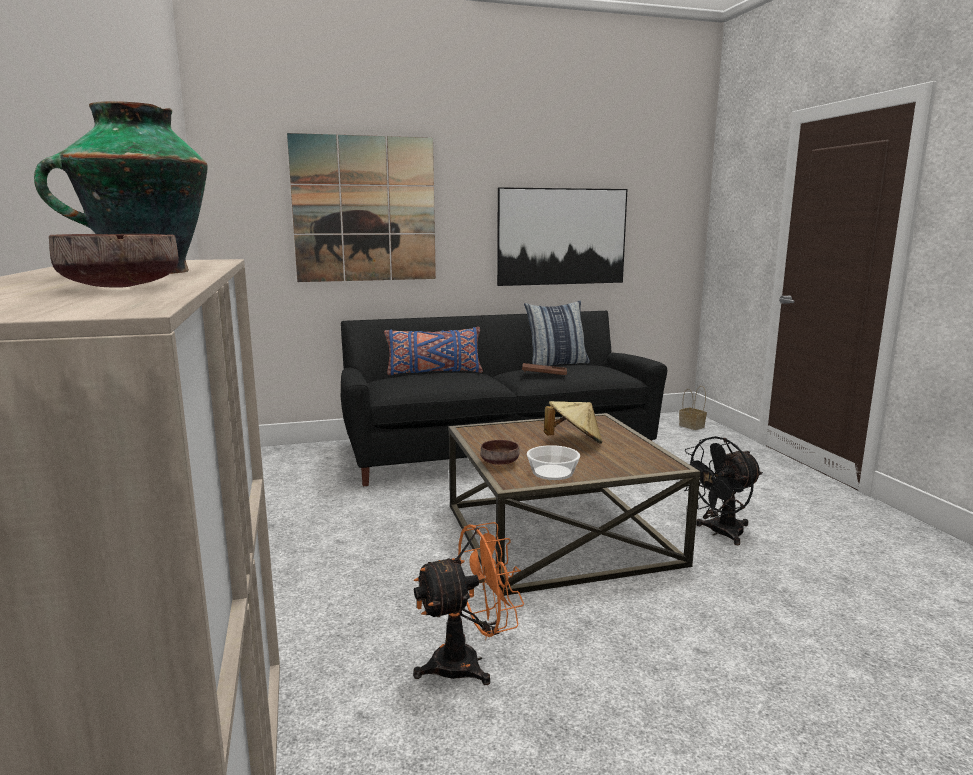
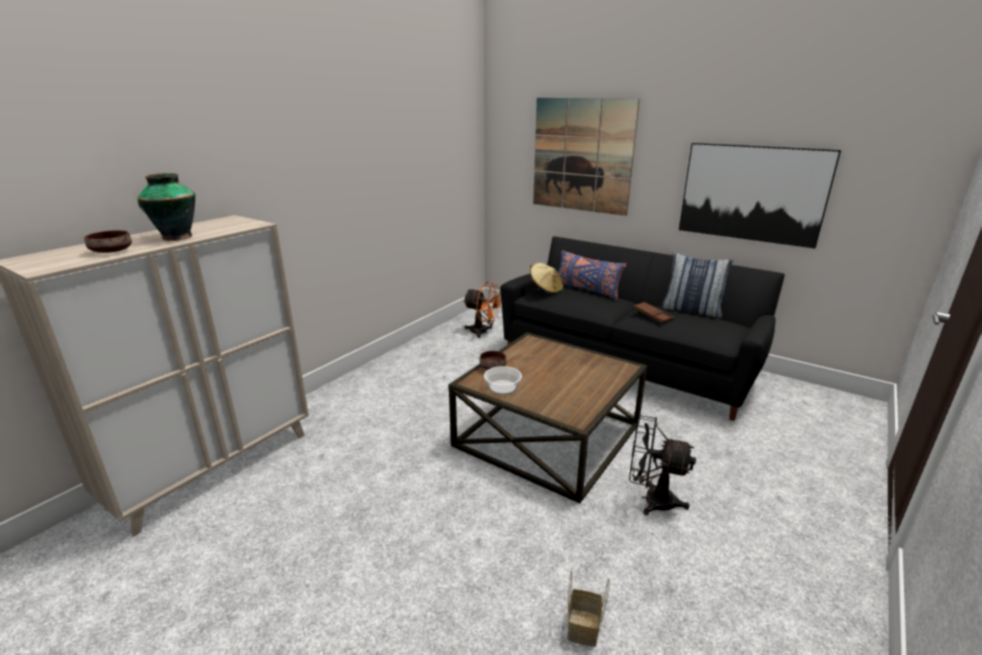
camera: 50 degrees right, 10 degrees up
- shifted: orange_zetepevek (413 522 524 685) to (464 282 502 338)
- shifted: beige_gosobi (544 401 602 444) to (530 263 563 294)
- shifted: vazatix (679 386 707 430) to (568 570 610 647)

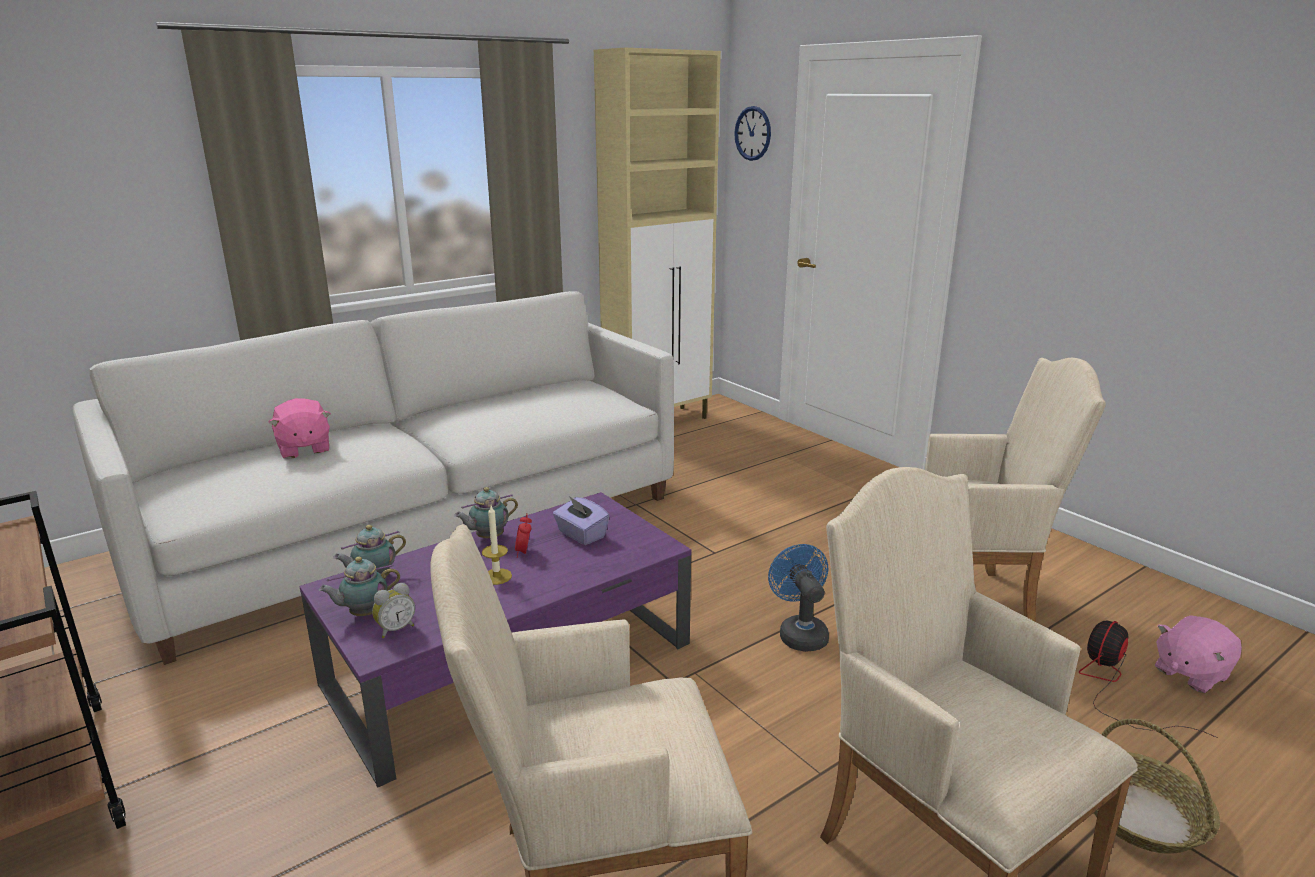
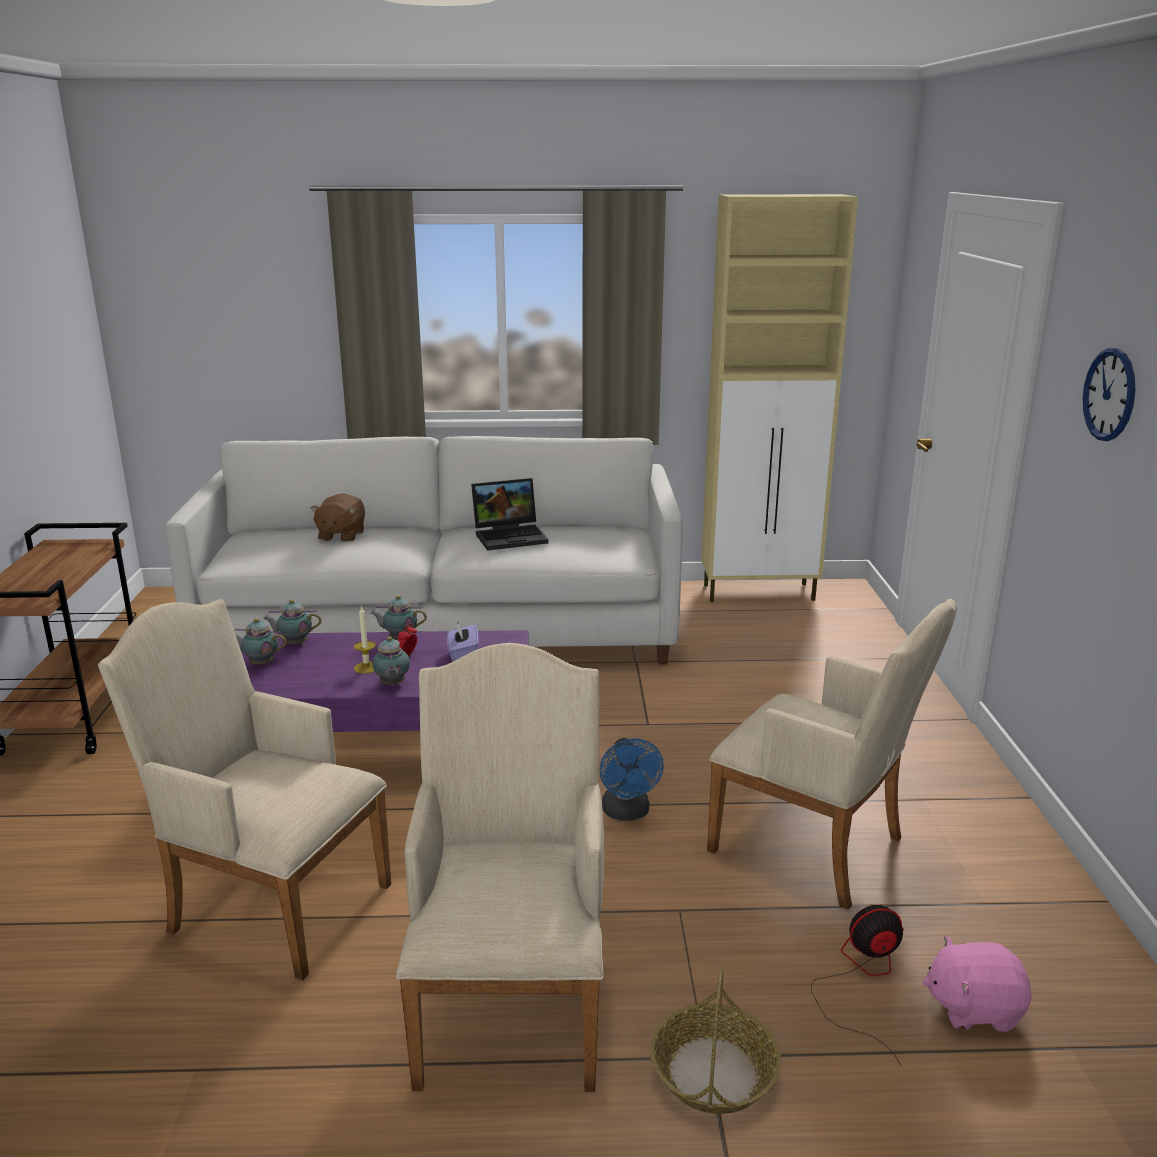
camera: 35 degrees right, 0 degrees up
- gone: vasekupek (372 583 415 638)
- new: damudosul (373 636 410 686)
- new: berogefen (471 478 549 551)
- shifted: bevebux (734 106 771 161) to (1083 348 1135 441)
- repainted: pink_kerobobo (268 398 331 459) to brown_kerobobo (310 494 365 541)
- rotated: blue_zetepevek (768 544 829 652) = (600 738 664 821) 150 degrees clockwise

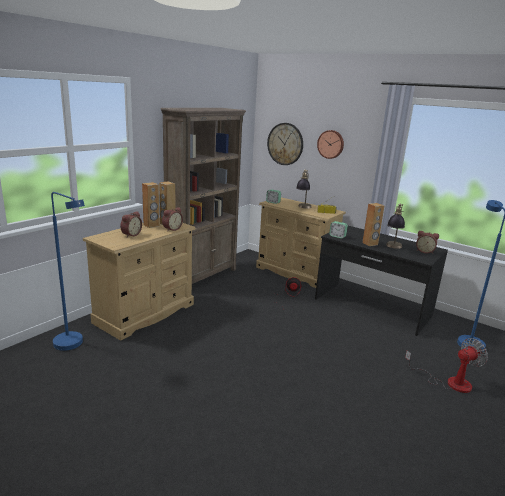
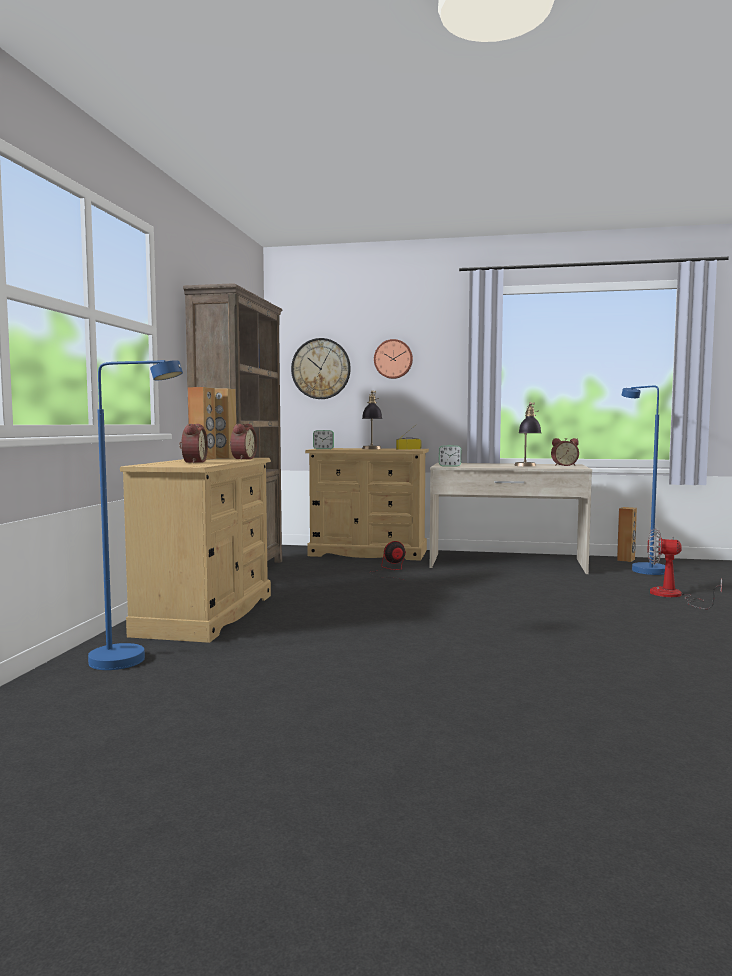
camera: 25 degrees left, 15 degrees down
- shifted: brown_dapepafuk (362 203 385 246) to (617 507 637 562)
- repainted: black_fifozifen (315 226 448 336) to beige_fifozifen (430 463 592 574)
- rotated: zetepevek (405 338 488 393) = (647 528 722 609) 105 degrees counterclockwise

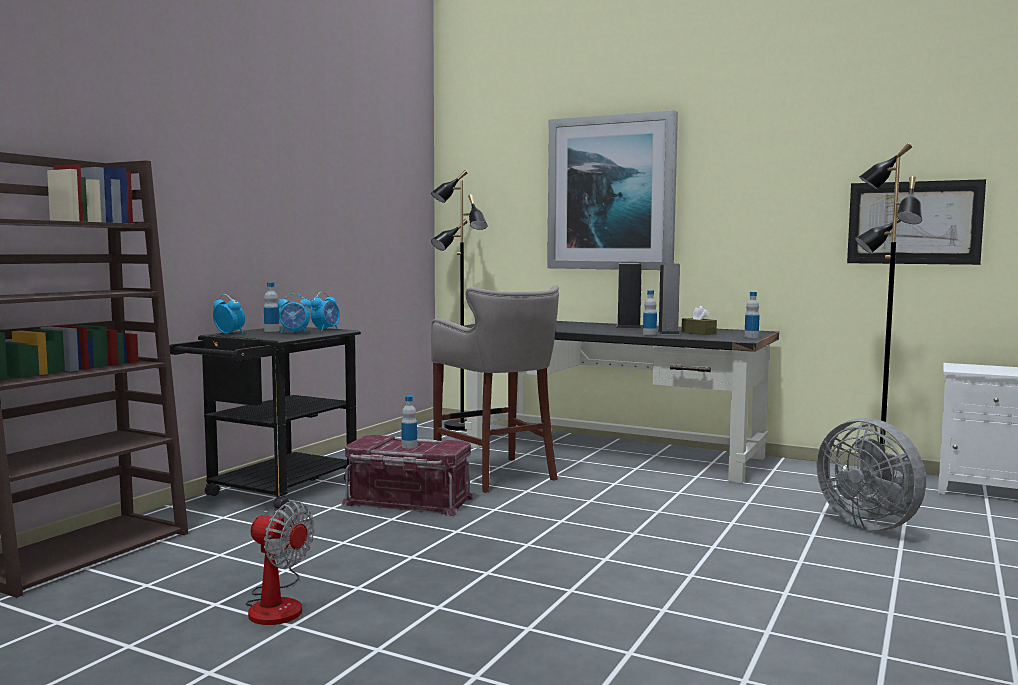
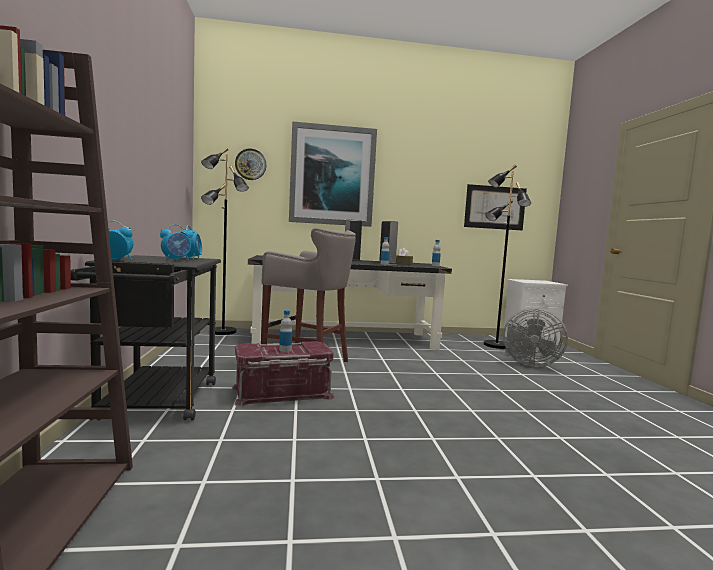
camera: 35 degrees left, 0 degrees up
- gone: zetepevek (246 501 315 625)
- gone: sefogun (264 282 280 332)
- new: bevebux (235 148 266 180)

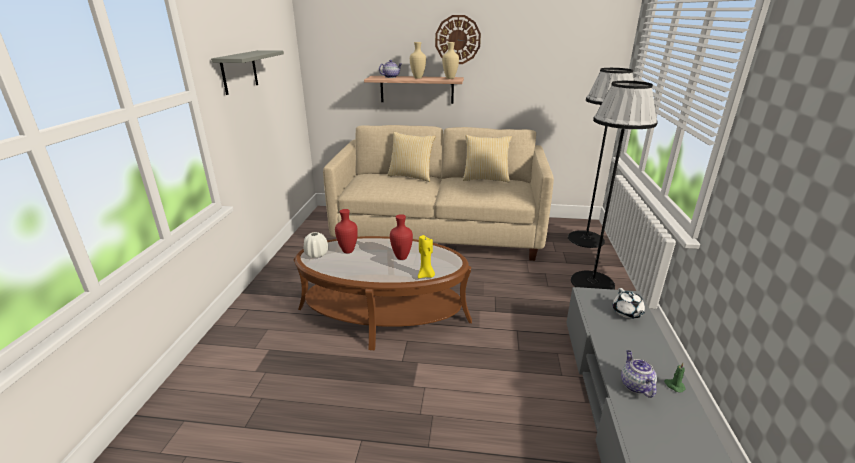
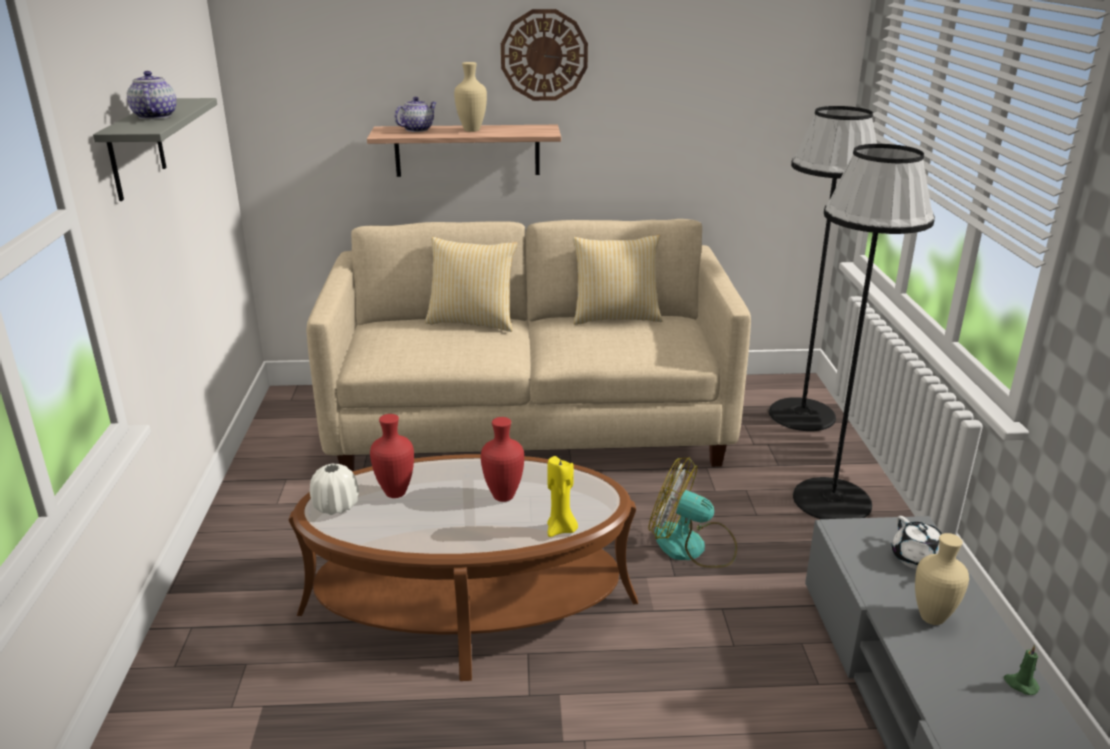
camera: 10 degrees left, 0 degrees up
- new: zetepevek (648 457 737 568)
- shifted: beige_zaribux (442 42 459 79) to (915 533 969 625)
- shifted: damudosul (621 350 657 398) to (127 71 176 119)

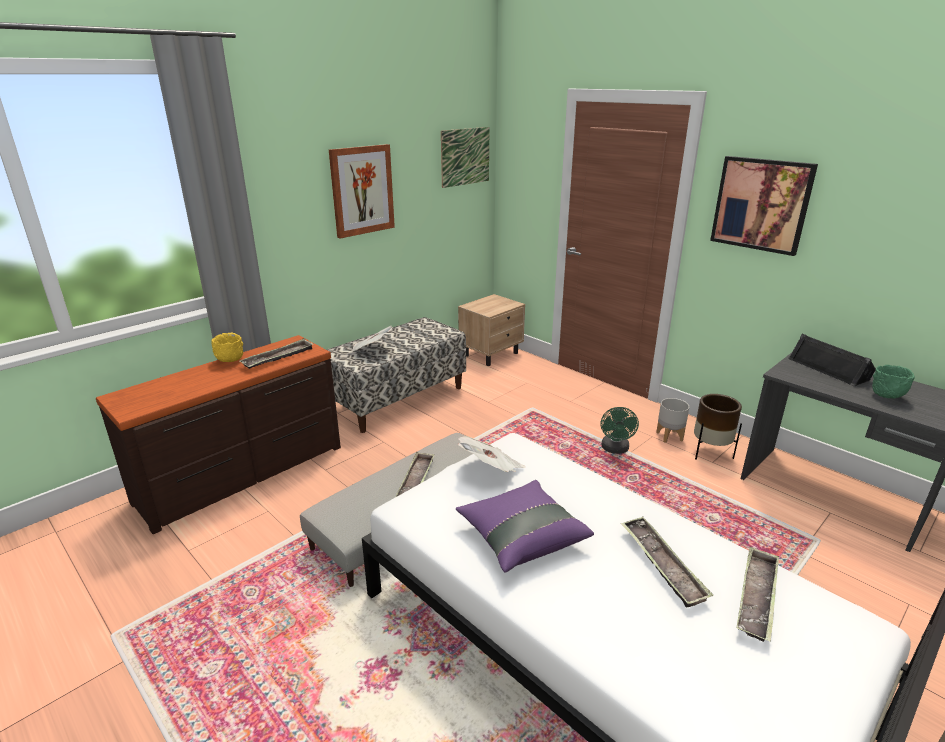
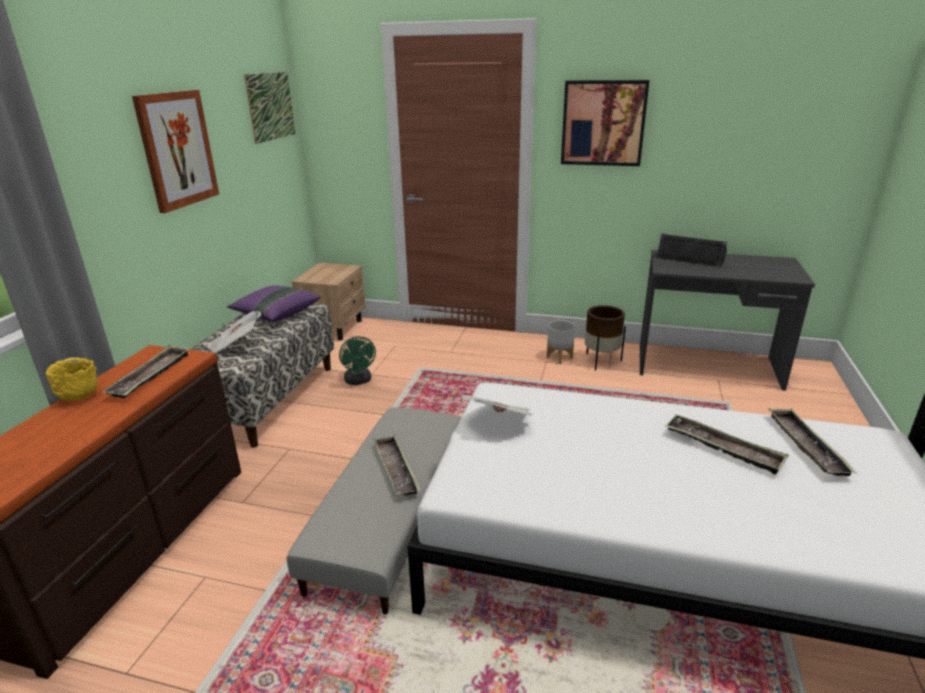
camera: 30 degrees left, 0 degrees up
- gone: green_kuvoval (872 365 915 399)
- shifted: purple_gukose (456 480 594 573) to (227 285 320 322)
- shifted: green_zetepevek (600 407 639 454) to (339 336 376 385)

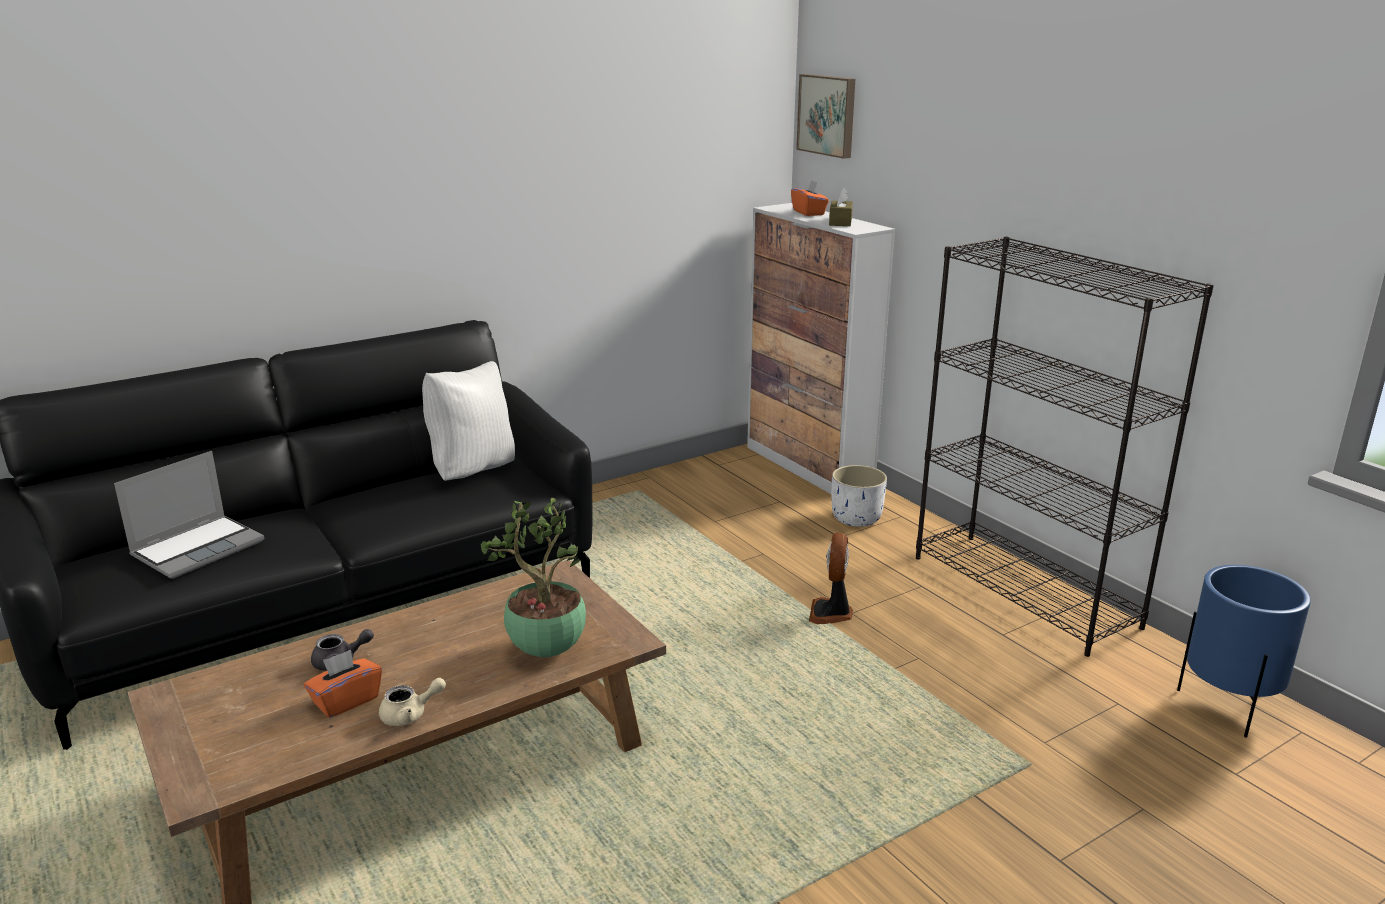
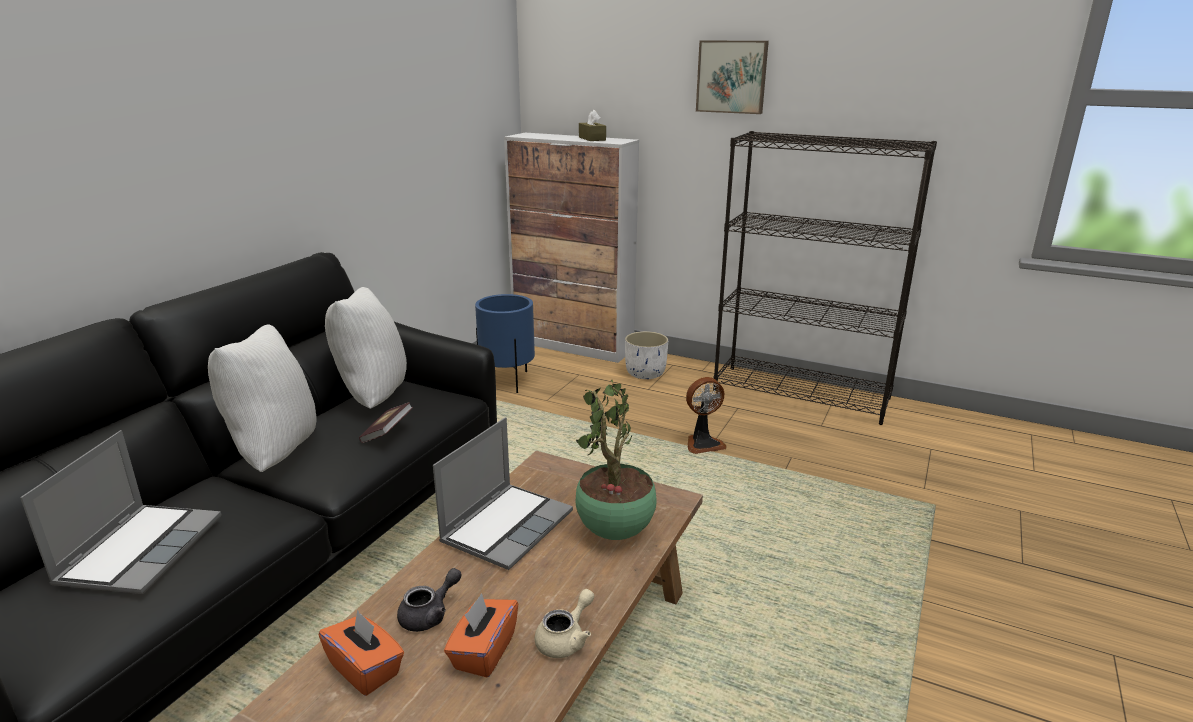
camera: 30 degrees left, 0 degrees up
- new: white_gukose (208 324 317 472)
- new: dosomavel (359 402 413 443)
- new: berogefen (433 417 573 570)
- shifted: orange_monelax (791 180 829 216) to (319 609 404 696)
- shifted: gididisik (796 74 855 159) to (696 41 769 114)
- shifted: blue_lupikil (1177 565 1311 738) to (475 294 535 393)
- rotated: zetepevek (809 533 853 624) = (686 377 727 454) 90 degrees counterclockwise

